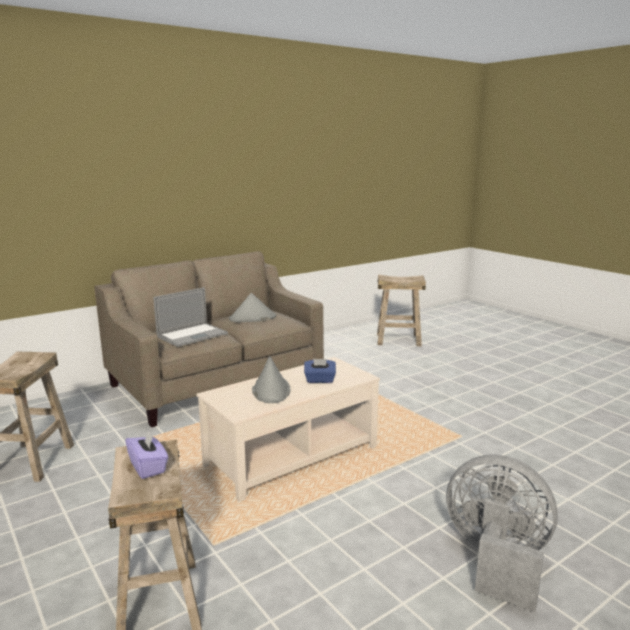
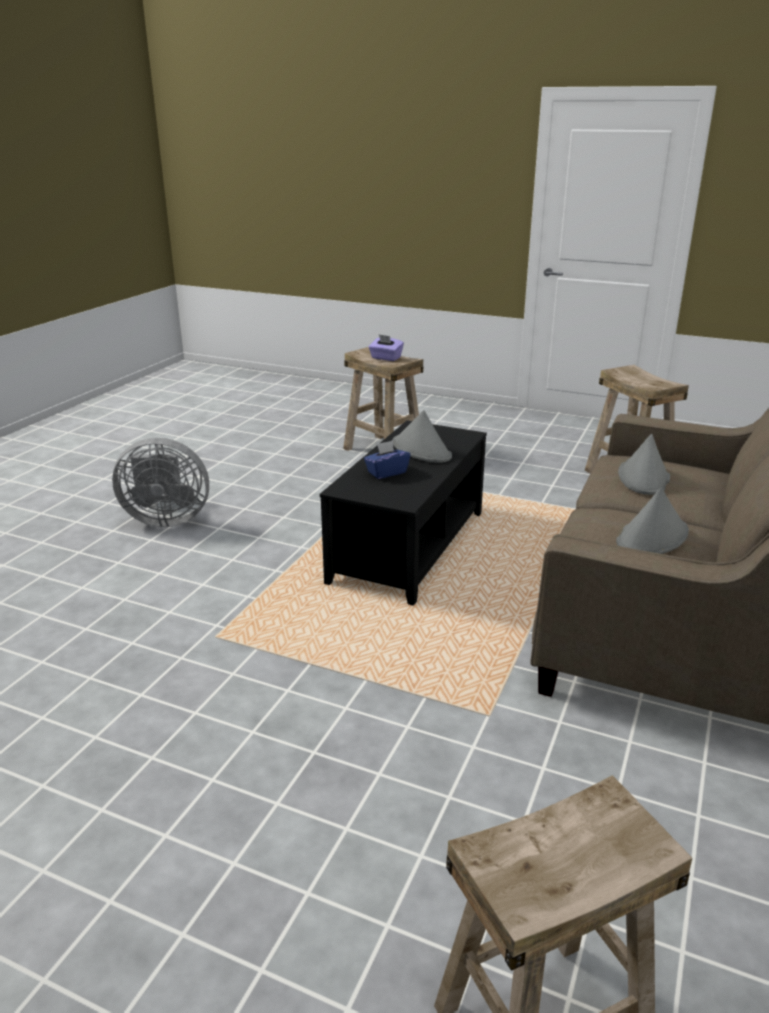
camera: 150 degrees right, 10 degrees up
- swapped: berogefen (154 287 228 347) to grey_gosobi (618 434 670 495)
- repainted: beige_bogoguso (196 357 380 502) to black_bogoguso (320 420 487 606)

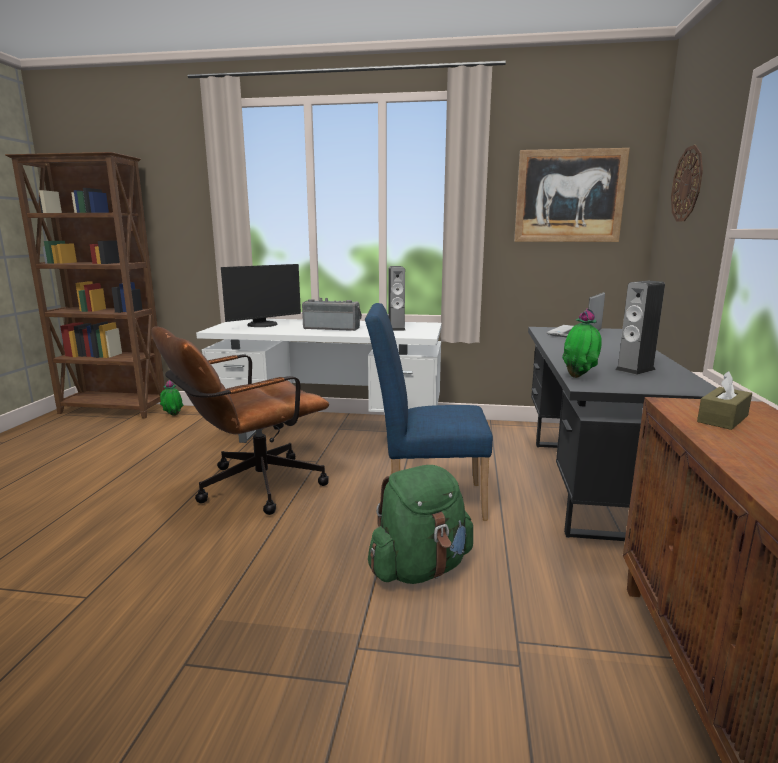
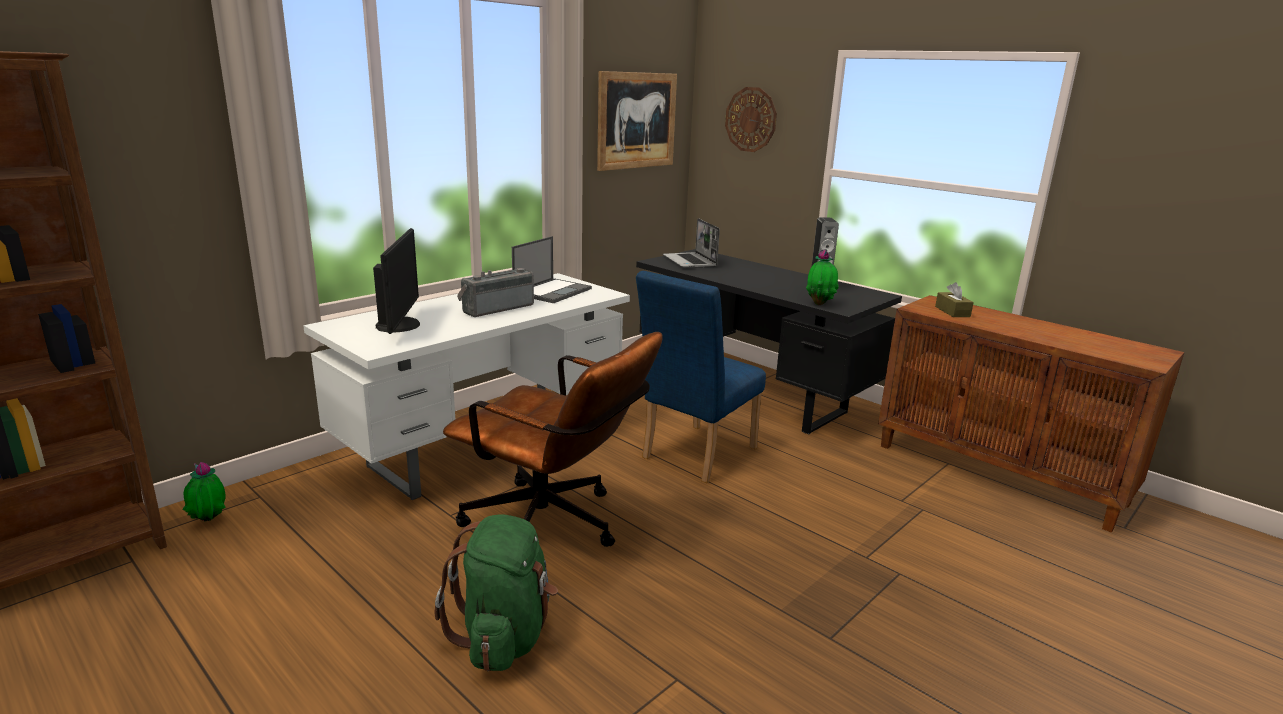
camera: 55 degrees left, 5 degrees up
- shifted: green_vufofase (368 465 473 584) to (434 514 558 671)
- swapped: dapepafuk (389 266 406 331) to berogefen (512 236 592 303)
- rotated: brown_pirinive (151 326 329 515) = (443 332 663 547) 60 degrees counterclockwise

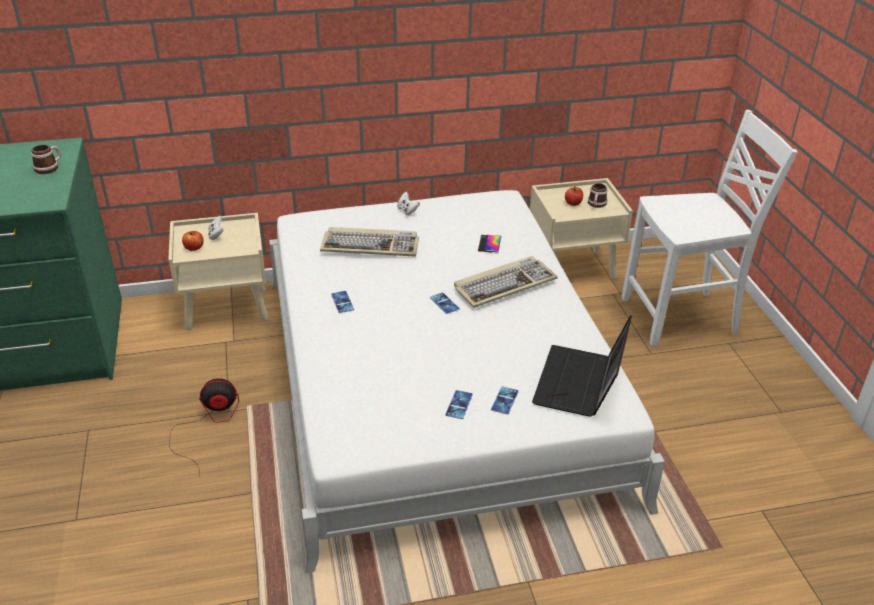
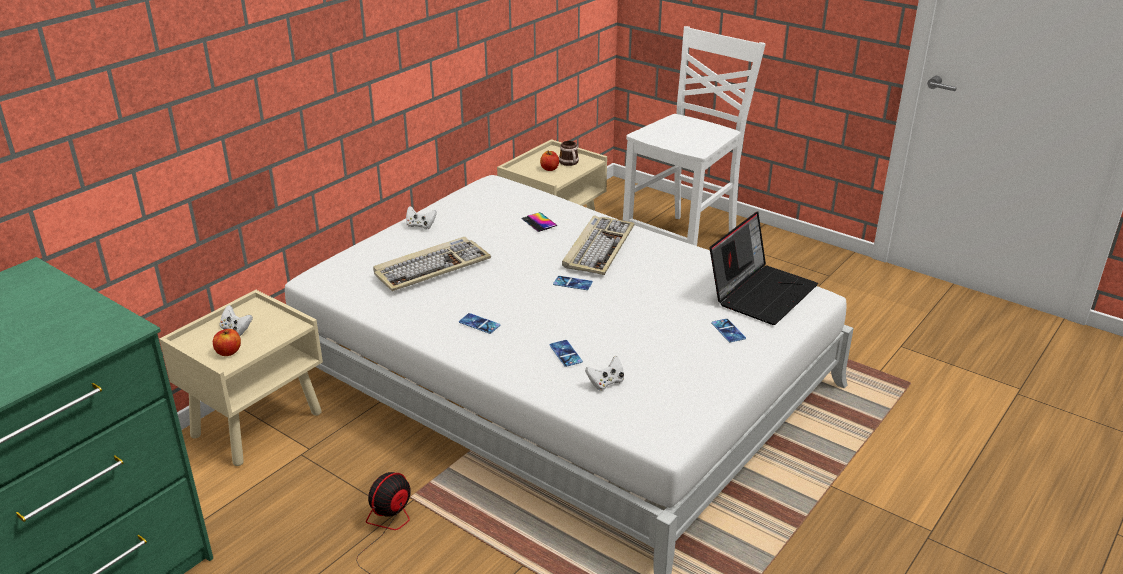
camera: 40 degrees left, 5 degrees down
- gone: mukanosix (31 145 61 174)
- new: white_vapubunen (585 356 624 391)
- shifted: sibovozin (445 390 473 419) to (549 340 583 367)
- rotated: berogefen (532 315 632 417) = (710 211 818 325) 120 degrees counterclockwise

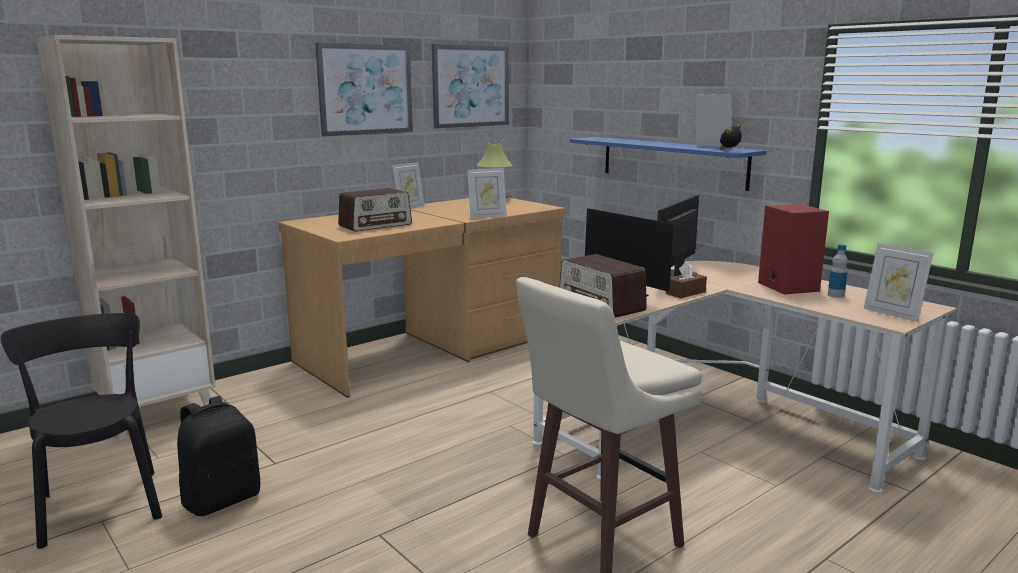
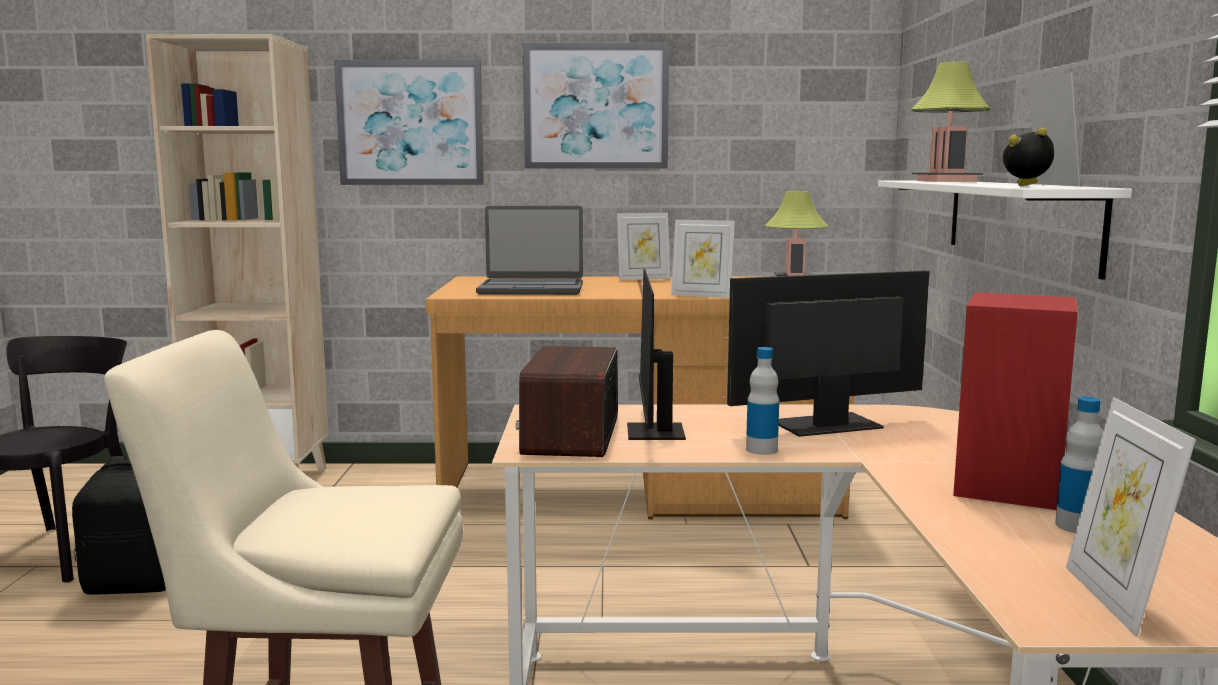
camera: 40 degrees right, 5 degrees down
- new: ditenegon (911 62 990 182)
- shifted: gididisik (432 44 509 129) to (334 60 484 185)
- swapped: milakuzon (338 188 412 232) to berogefen (476 206 583 295)
- swapped: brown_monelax (666 262 707 298) to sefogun (746 347 779 455)
- repainted: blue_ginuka (570 137 766 191) to white_ginuka (878 180 1132 280)

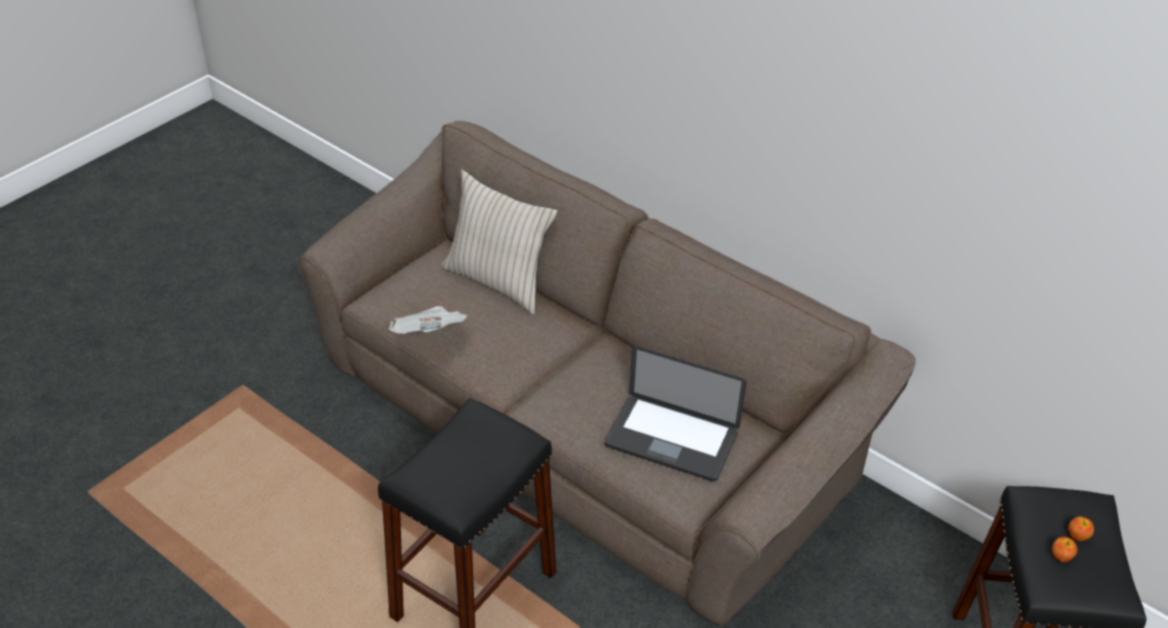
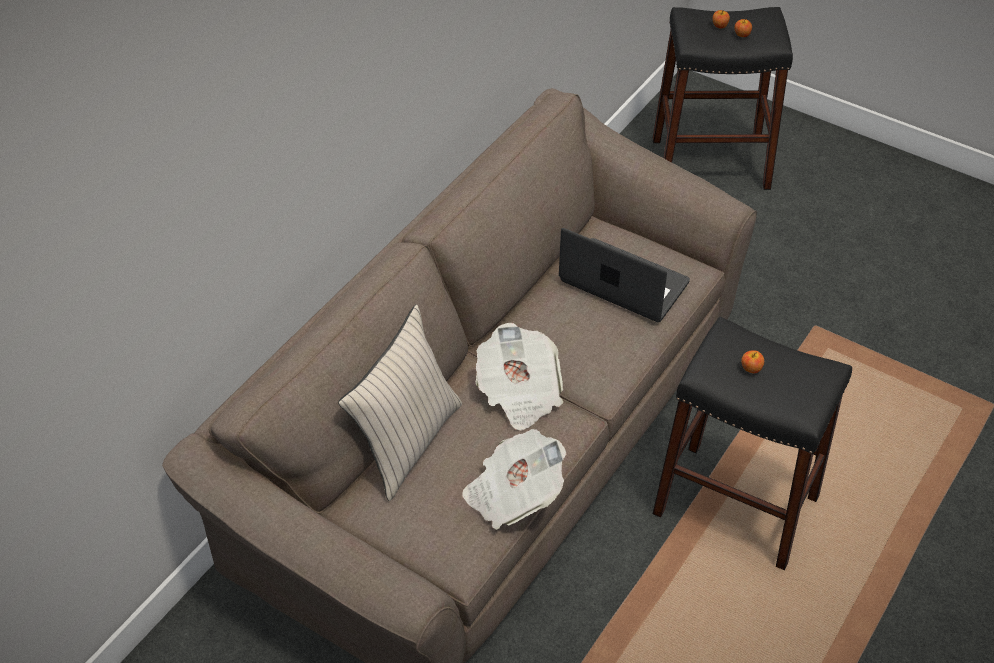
camera: 95 degrees left, 5 degrees up
- new: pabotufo (475 323 563 431)
- new: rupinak (741 350 764 373)
- rotated: berogefen (605 346 747 481) = (559 228 690 322) 75 degrees counterclockwise

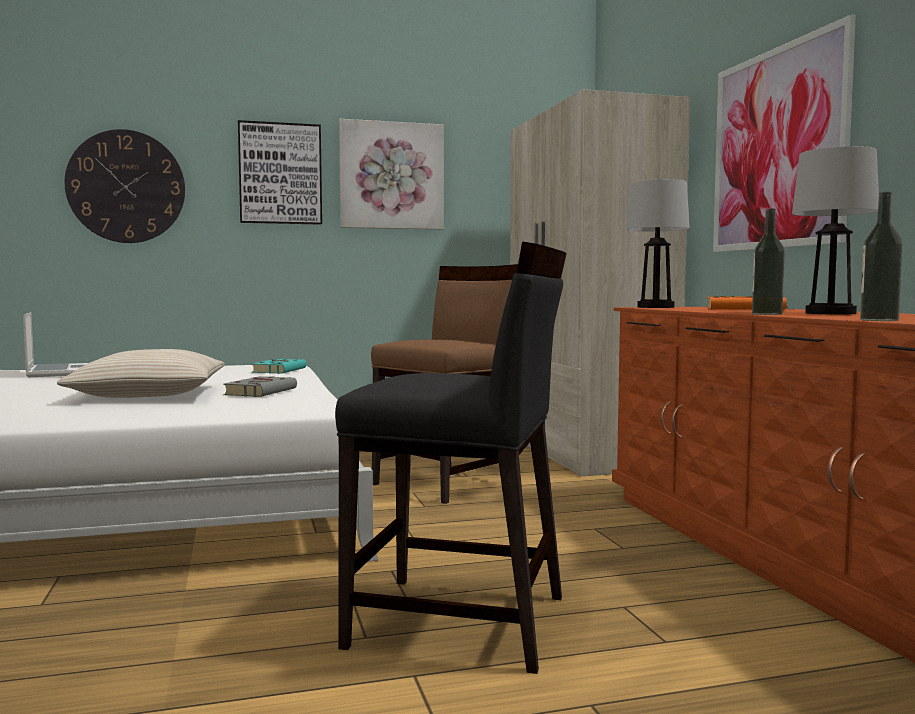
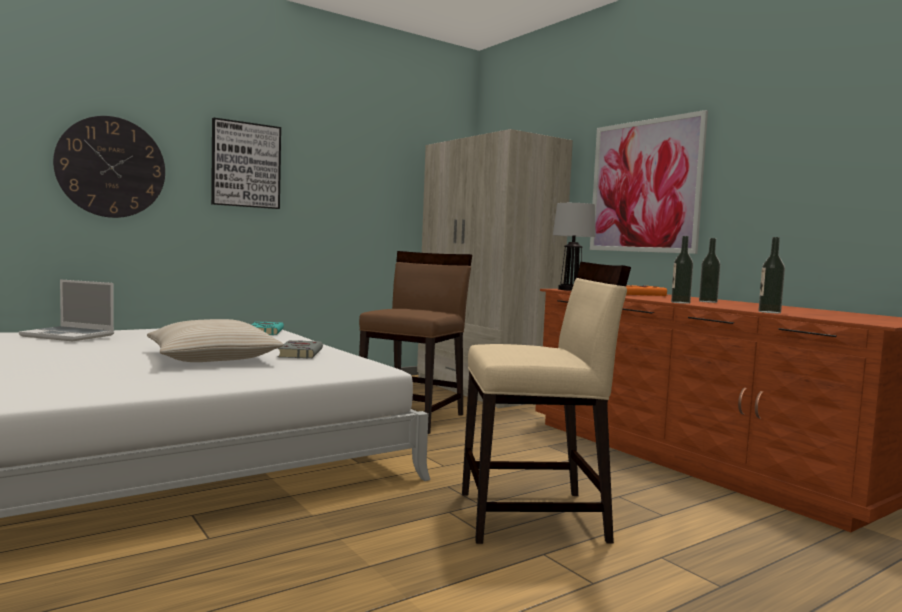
camera: 20 degrees left, 0 degrees up
- gone: gididisik (339 119 444 230)
- swapped: ditenegon (792 146 879 314) to sefogun (699 238 720 303)
- repainted: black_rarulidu (335 242 567 674) to beige_rarulidu (462 262 631 544)
- rotated: berogefen (23 312 88 378) = (19 279 114 341) 150 degrees clockwise

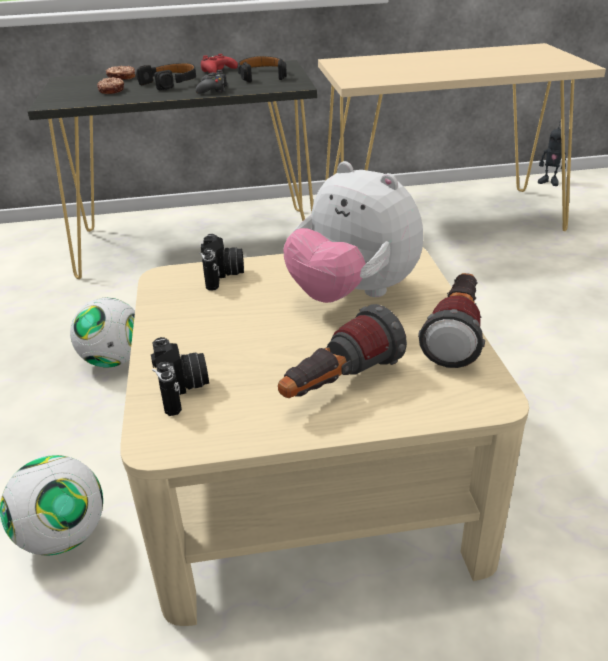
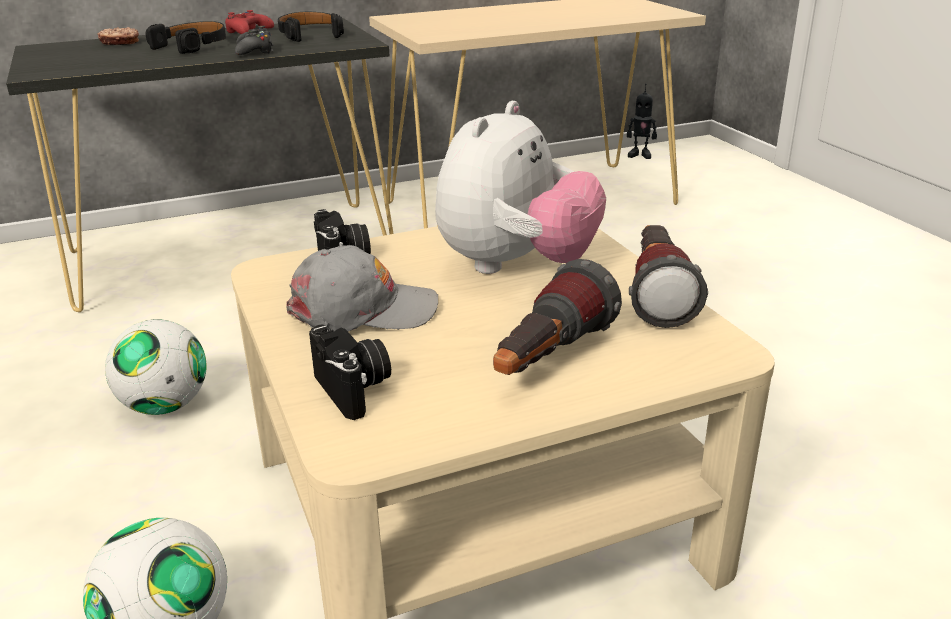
camera: 15 degrees left, 5 degrees down
- gone: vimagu (97 77 124 94)
- new: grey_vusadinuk (286 245 438 331)
- rotated: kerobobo (283 161 423 303) = (435 101 606 274) 90 degrees counterclockwise

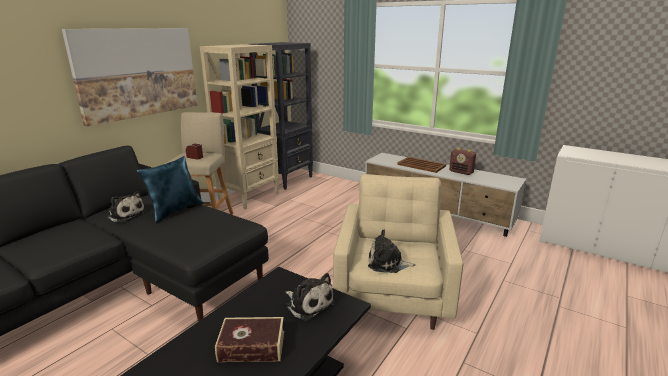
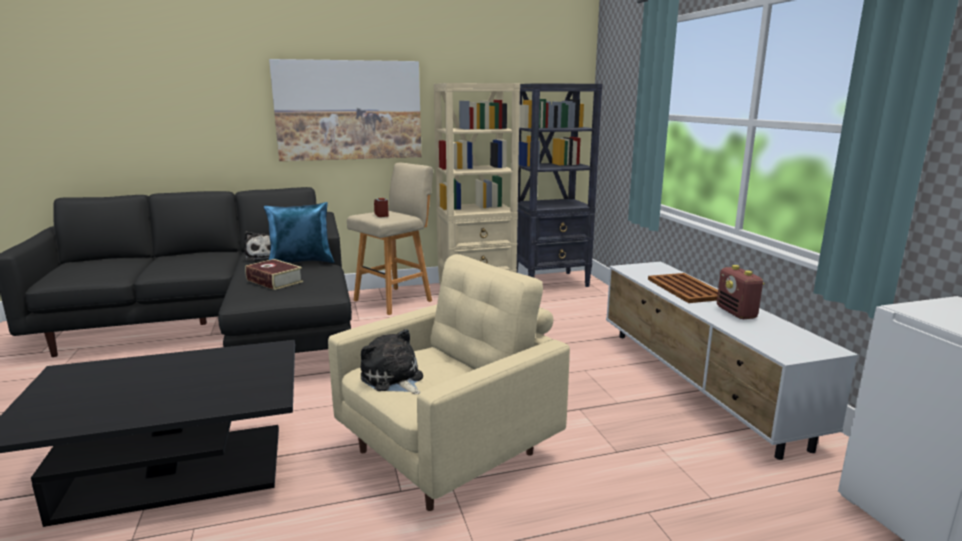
camera: 40 degrees right, 5 degrees down
- gone: kerobobo (286 273 335 321)
- shifted: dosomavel (215 317 284 362) to (245 259 303 290)

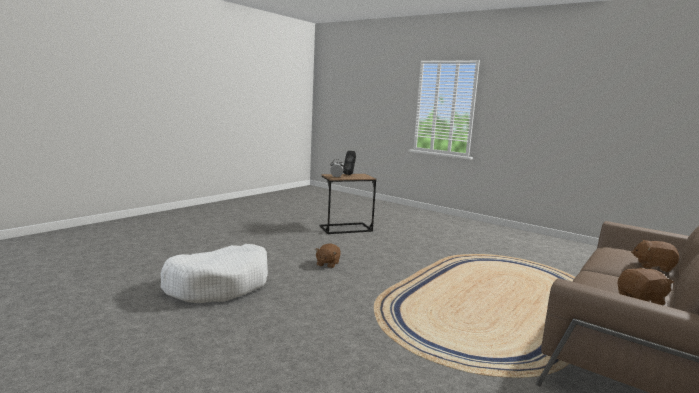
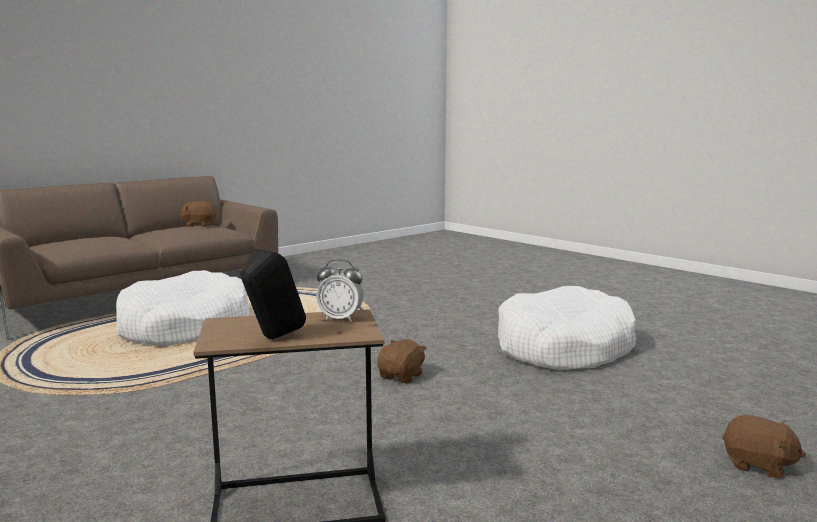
camera: 170 degrees left, 0 degrees up
- new: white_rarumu (116 270 249 346)
- shifted: brown_kerobobo (631 240 679 272) to (722 415 806 479)

